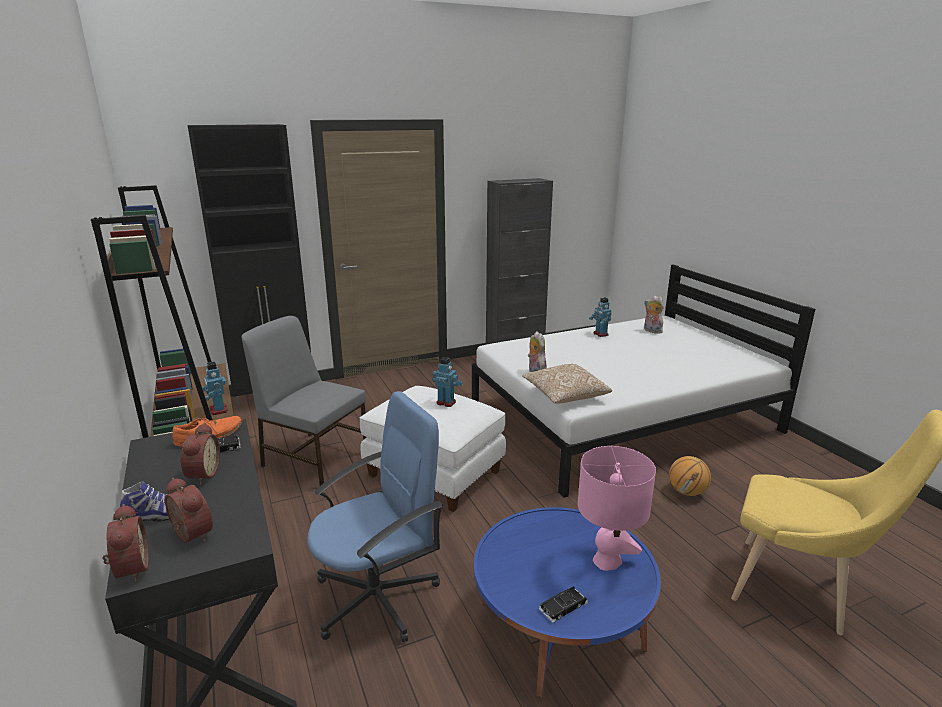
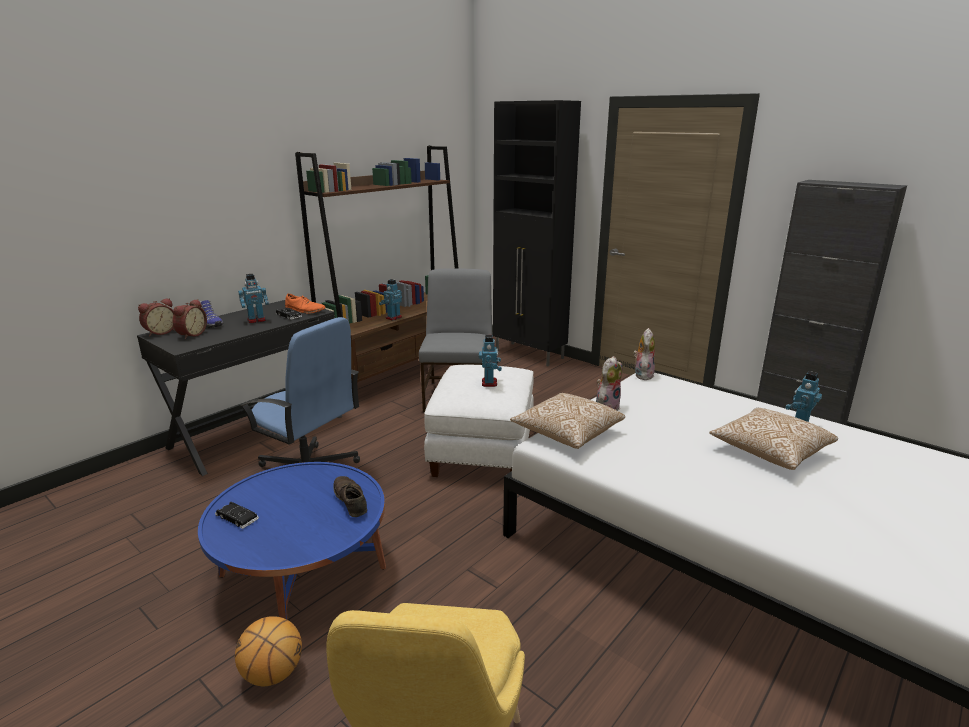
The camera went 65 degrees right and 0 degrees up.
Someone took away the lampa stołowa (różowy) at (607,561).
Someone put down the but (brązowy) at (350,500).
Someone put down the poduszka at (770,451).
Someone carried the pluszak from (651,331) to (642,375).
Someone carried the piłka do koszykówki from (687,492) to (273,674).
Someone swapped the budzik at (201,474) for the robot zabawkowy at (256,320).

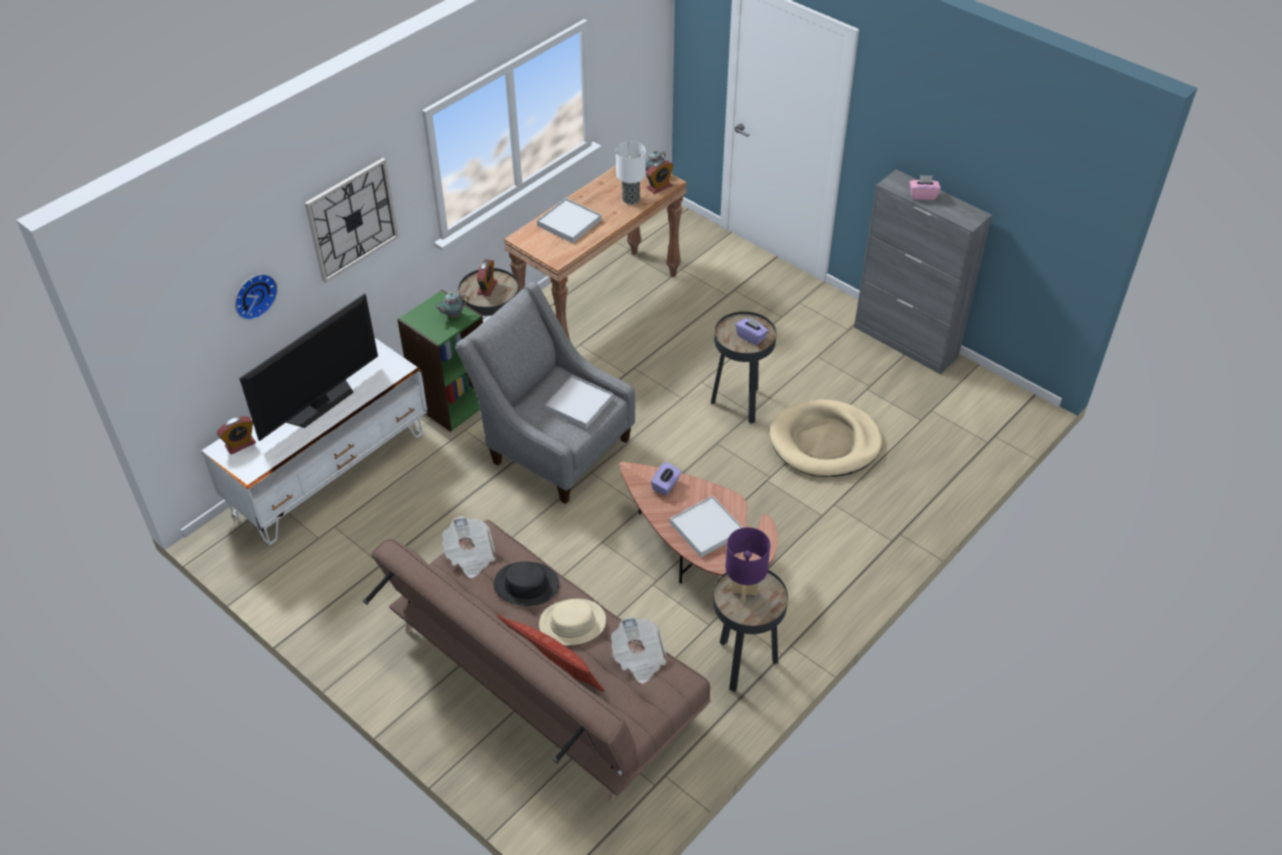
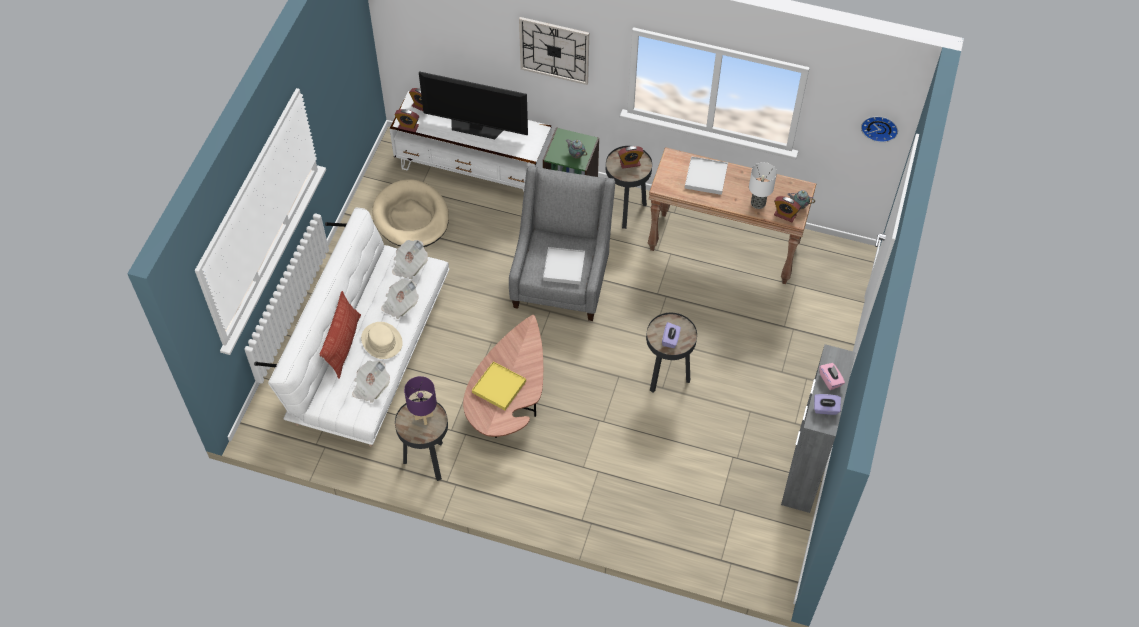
The camera went 65 degrees right and 10 degrees up.
Someone put down the budzik at (408,127).
Someone carried the zegar ścienny from (253,295) to (880,127).
Someone carried the pudełko chusteczek (fioletowy) from (666,485) to (825,409).
Someone carried the legowisko (beżowy) from (825,442) to (411,217).
Someone swapped the kapelusz (czarny) at (526,585) for the gazeta at (400,304).
Someone repainted the kanapa (brązowy) at (544,676), which became the kanapa (biały) at (369,354).
Someone repainted the taca (biały) at (706,528), which became the taca (żółty) at (499,387).

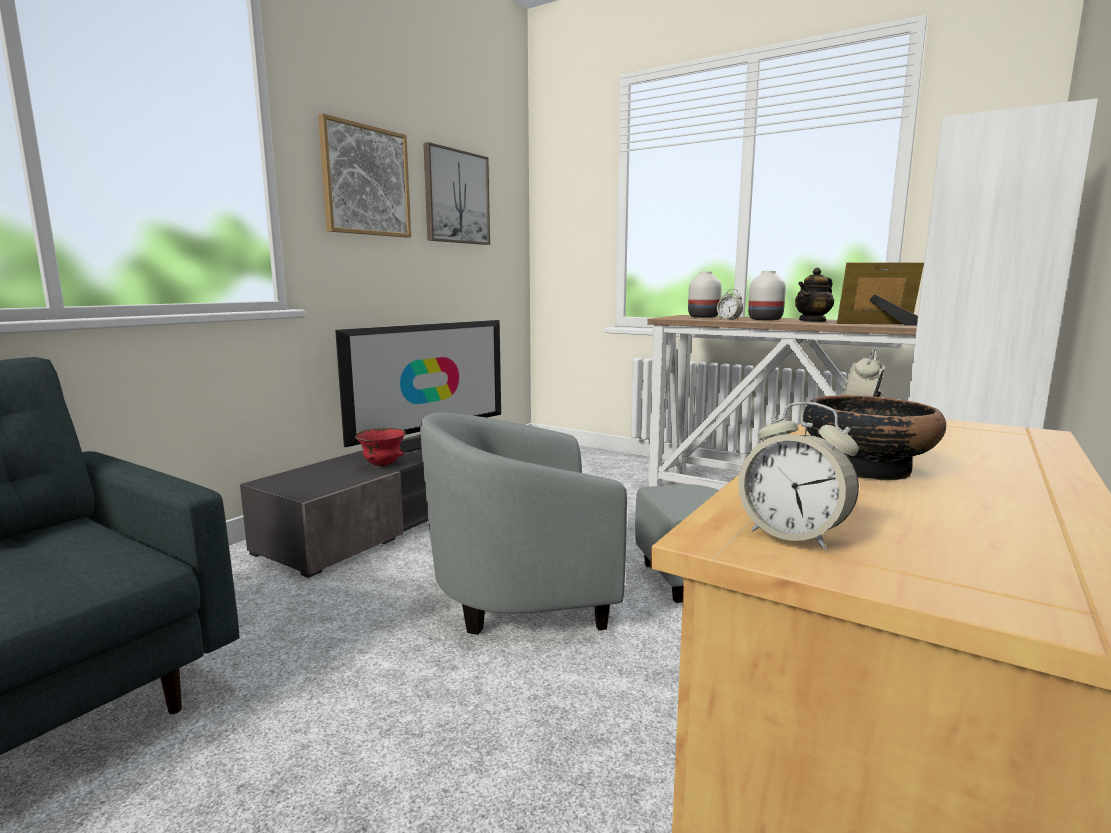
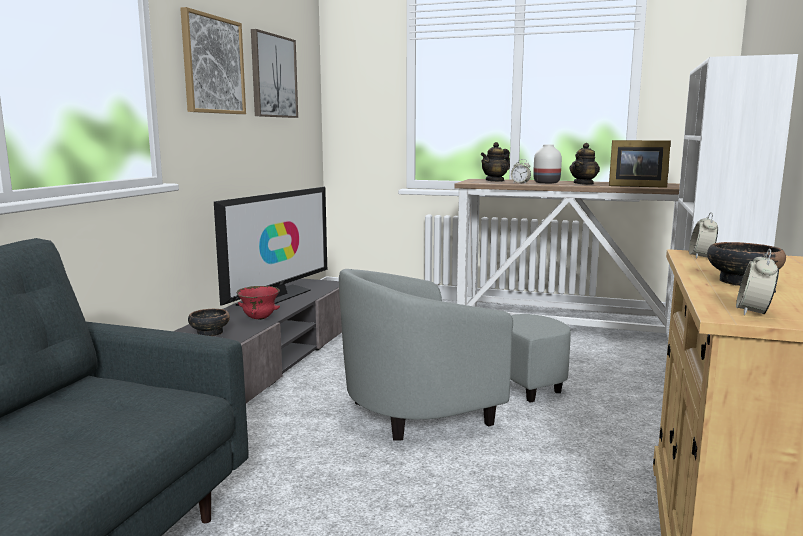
The camera went 15 degrees left and 0 degrees up.
Someone put down the miska at (209,333).
Someone swapped the wazon (biały) at (704,317) for the imbryk at (495,181).
Someone rotated the budzik at (793,535) by 90 degrees clockwise.
Someone rotated the ramka na zdjęcie at (880,324) by 150 degrees counterclockwise.

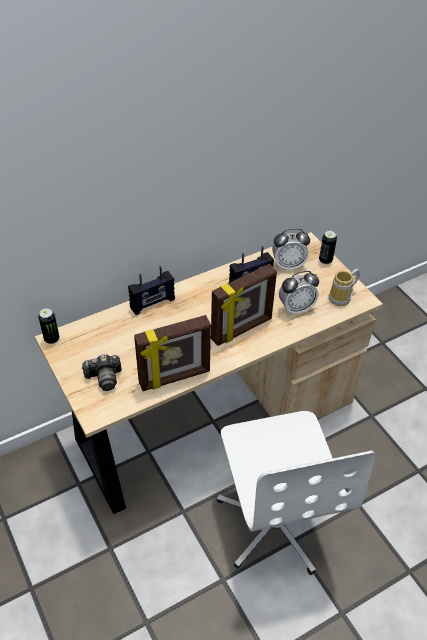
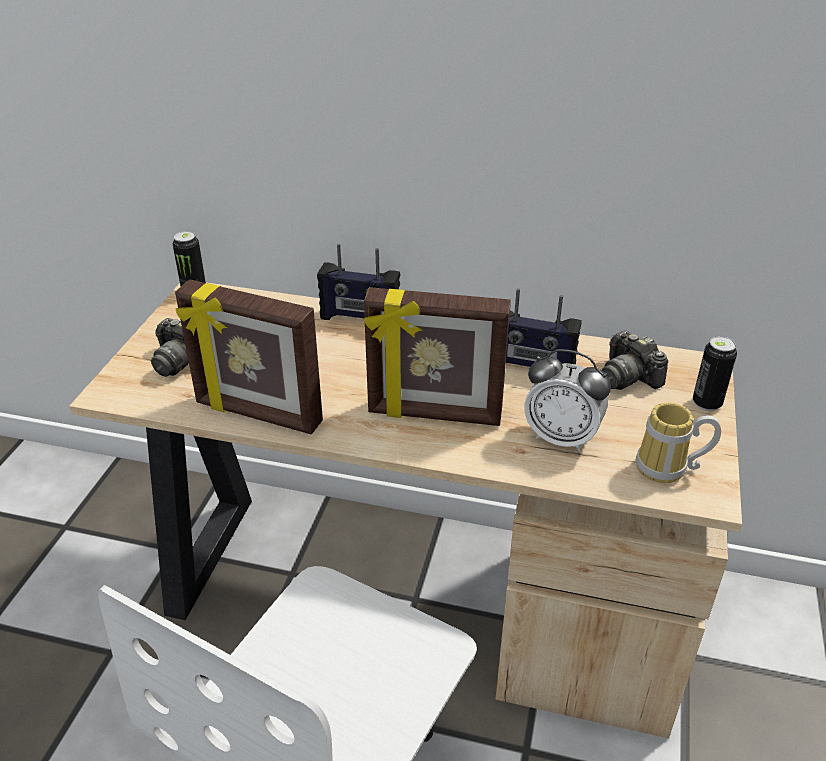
The camera went 45 degrees right and 10 degrees down.
Someone swapped the budzik at (288,265) for the aparat fotograficzny at (628,377).

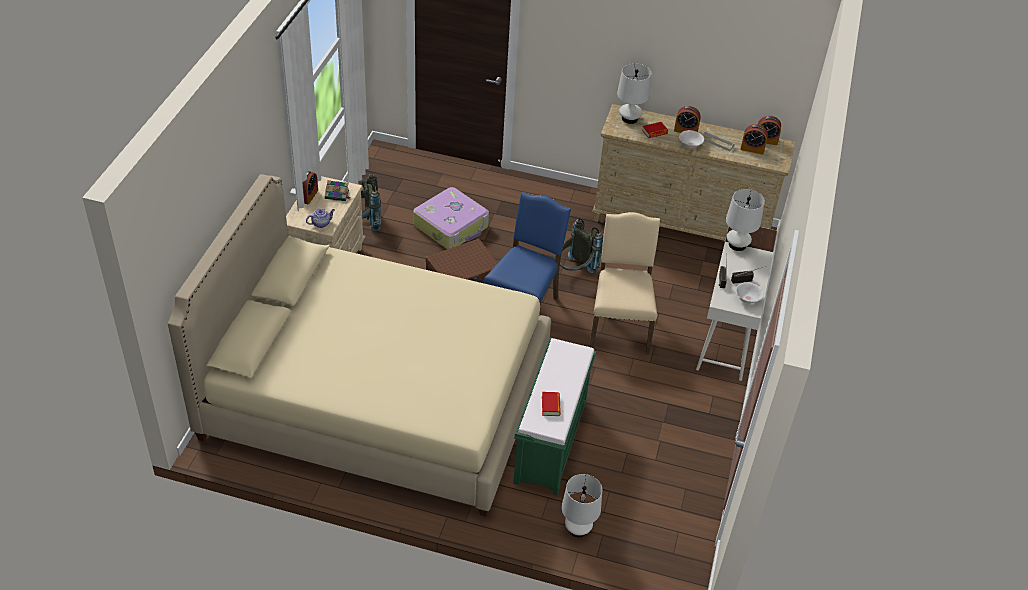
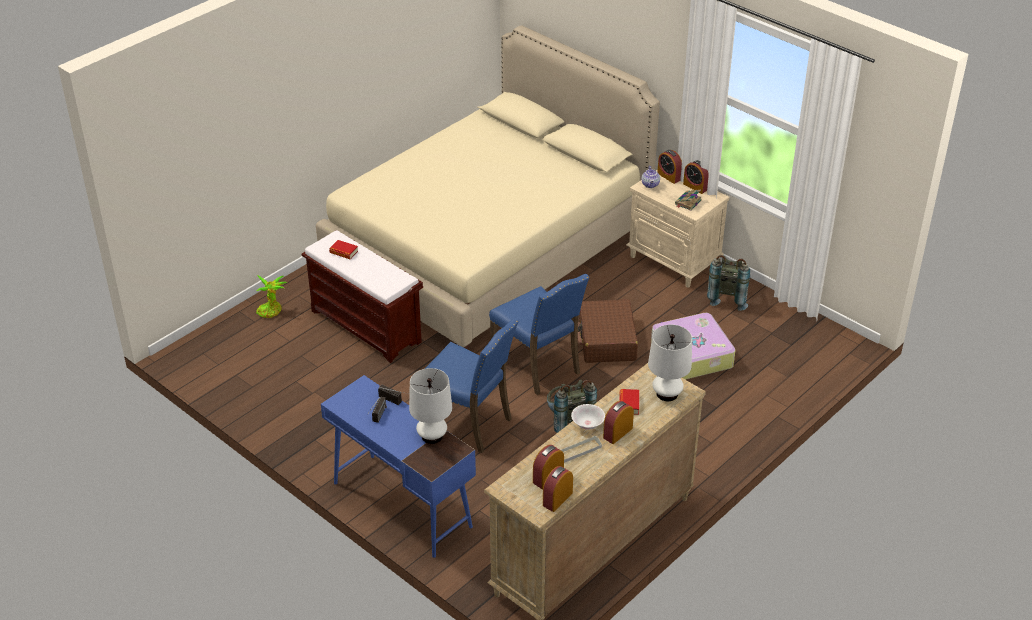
The camera went 120 degrees right and 5 degrees down.
Someone took away the miska (biały) at (747,299).
Someone put down the budzik at (669,176).
Someone swapped the lampa stołowa (biały) at (578,529) for the roślina doniczkowa at (271,310).
Someone repainted the ławka (zielony) at (550,441), which became the ławka (brązowy) at (367,326).
Someone repainted the krzesło (beżowy) at (619,327), which became the krzesło (niebieski) at (467,423).
Someone repainted the biurko (biały) at (727,333), which became the biurko (niebieski) at (401,504).

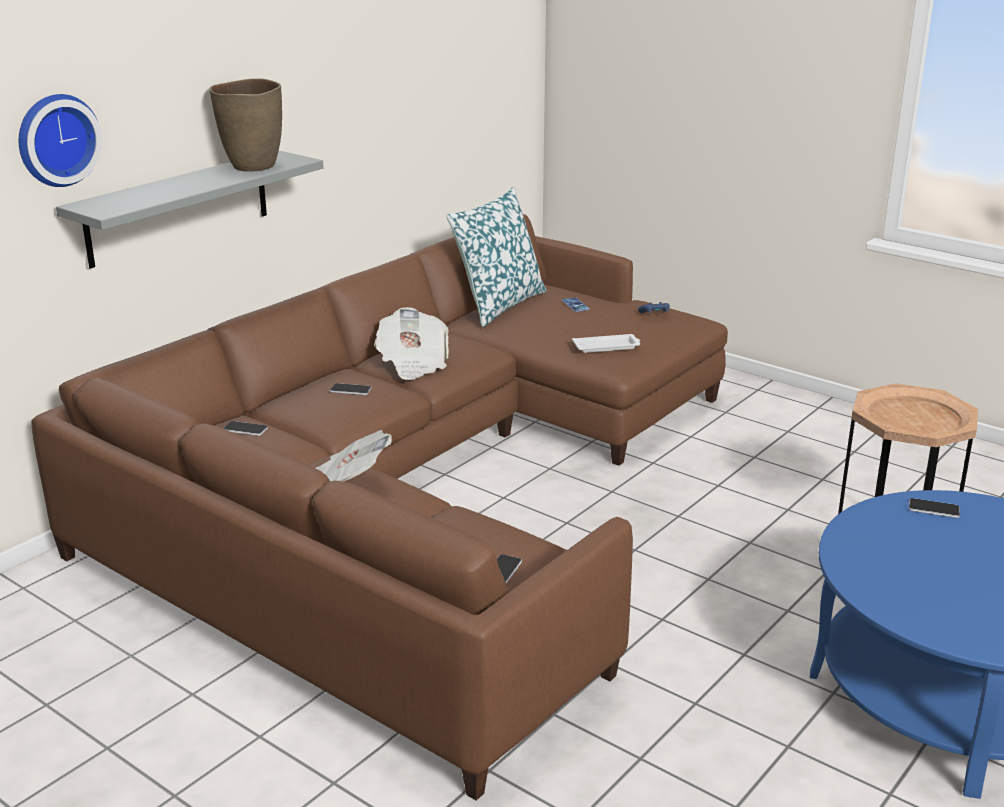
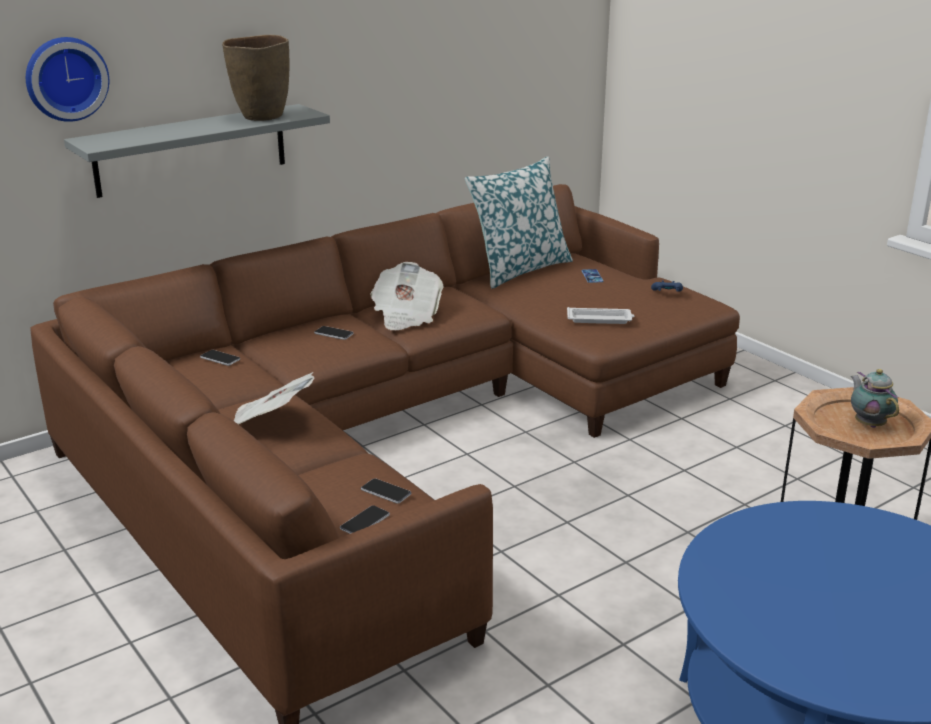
The camera went 15 degrees right and 0 degrees up.
Someone put down the imbryk at (868,424).
Someone carried the telefon from (933,509) to (386,492).

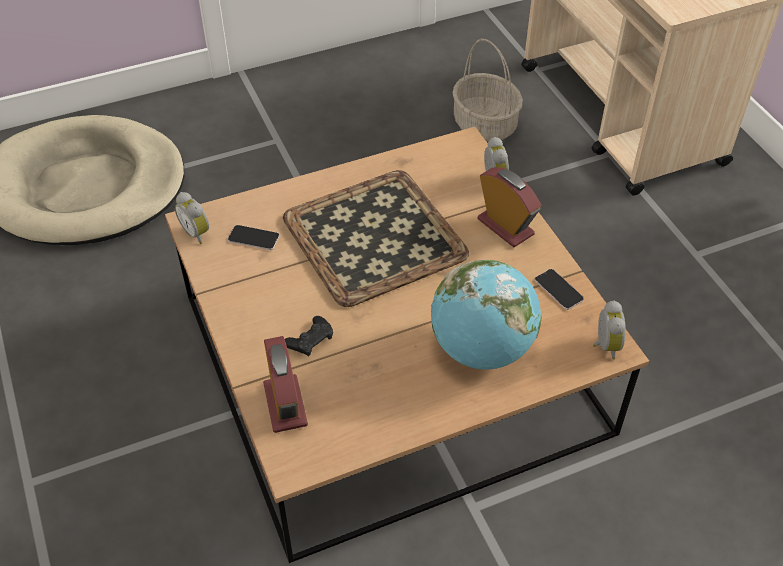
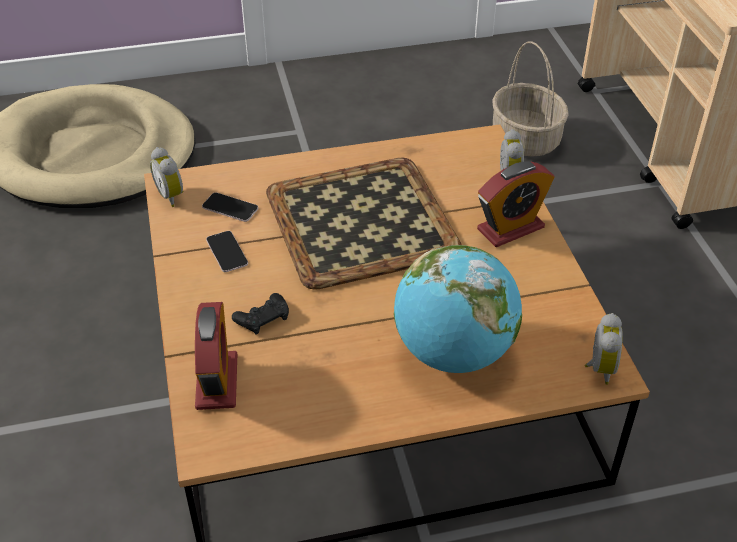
The camera went 10 degrees right and 5 degrees down.
Someone carried the telefon from (558,289) to (227,252).
Someone rotated the budzik at (505,227) by 90 degrees clockwise.

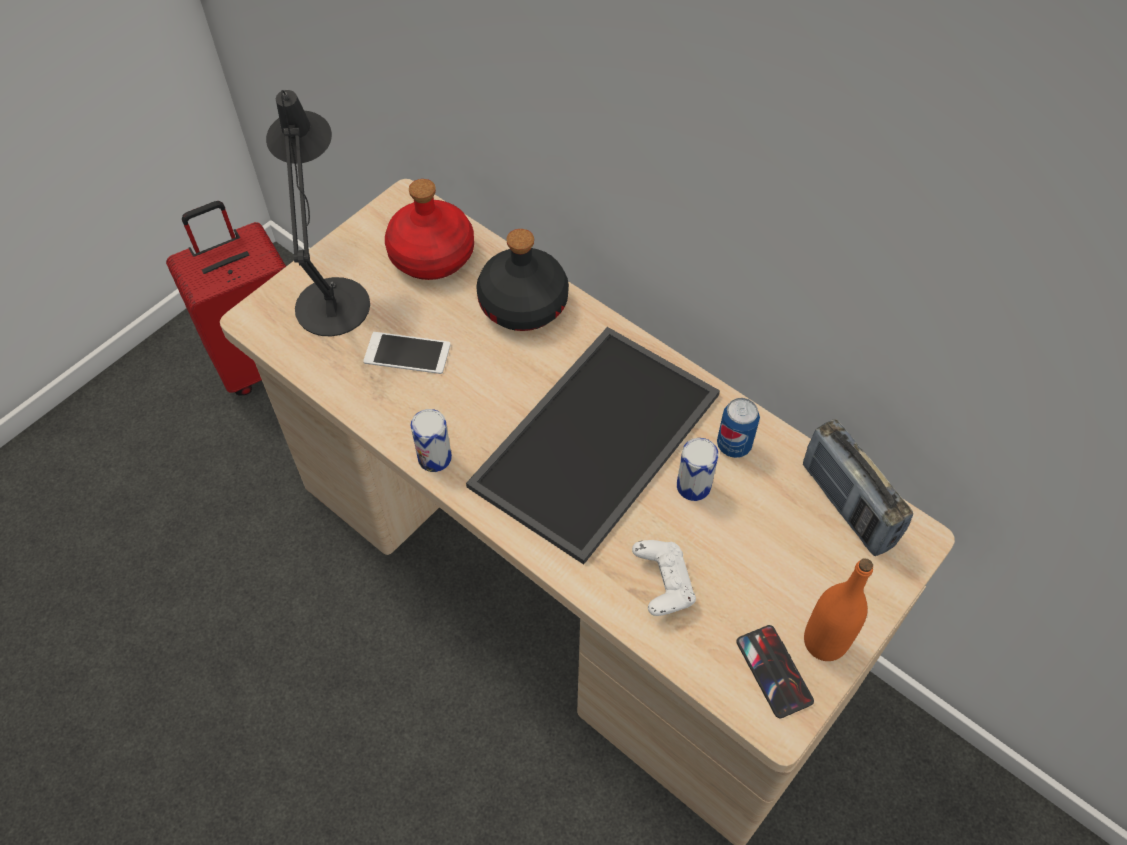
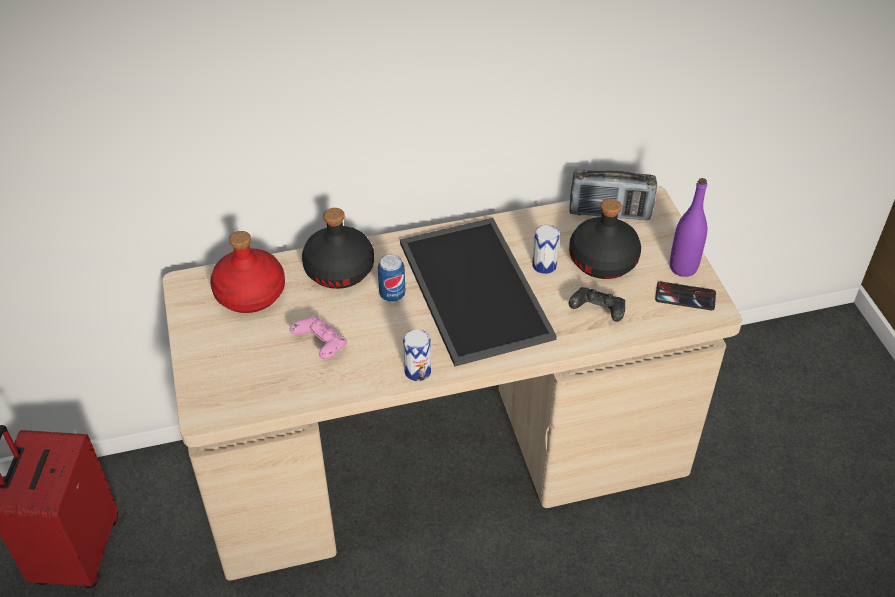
The camera went 55 degrees left and 10 degrees down.
Someone took away the lampa stołowa (czarny) at (333,297).
Someone put down the butelka (czarny) at (603,260).
Someone carried the puszka from (733,445) to (392,294).
Someone swapped the telefon at (407,353) for the pad do gier (różowy) at (320,345).
Someone repainted the pad do gier (biały) at (663,584), which became the pad do gier (czarny) at (597,312).
Someone repainted the butelka (pomarańczowy) at (824,642), which became the butelka (fioletowy) at (683,267).

